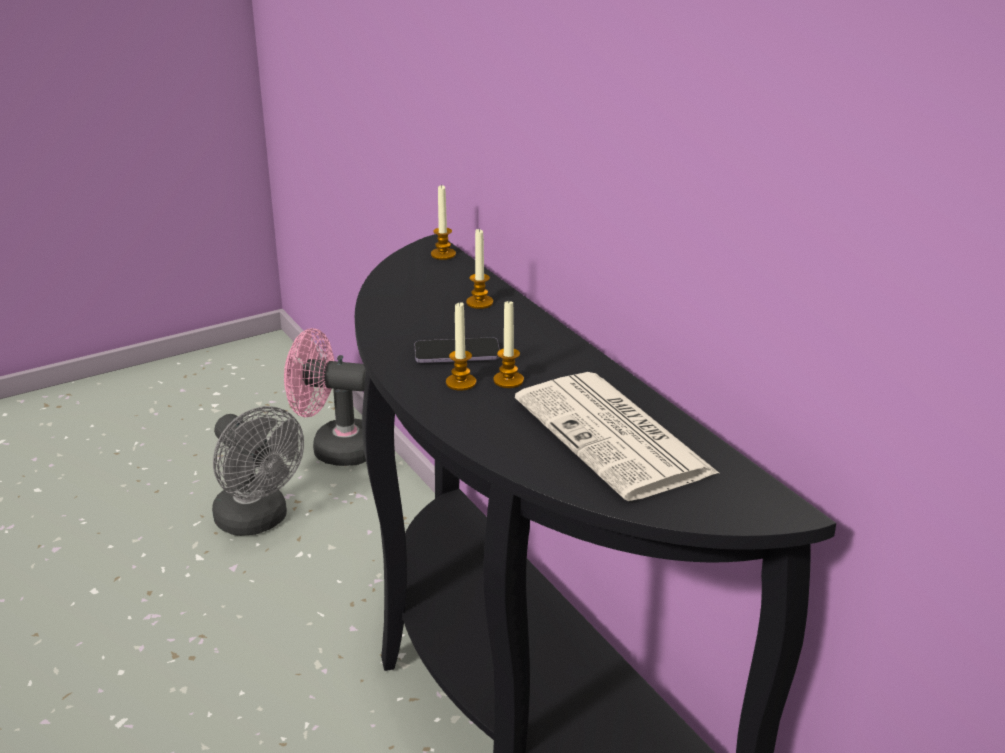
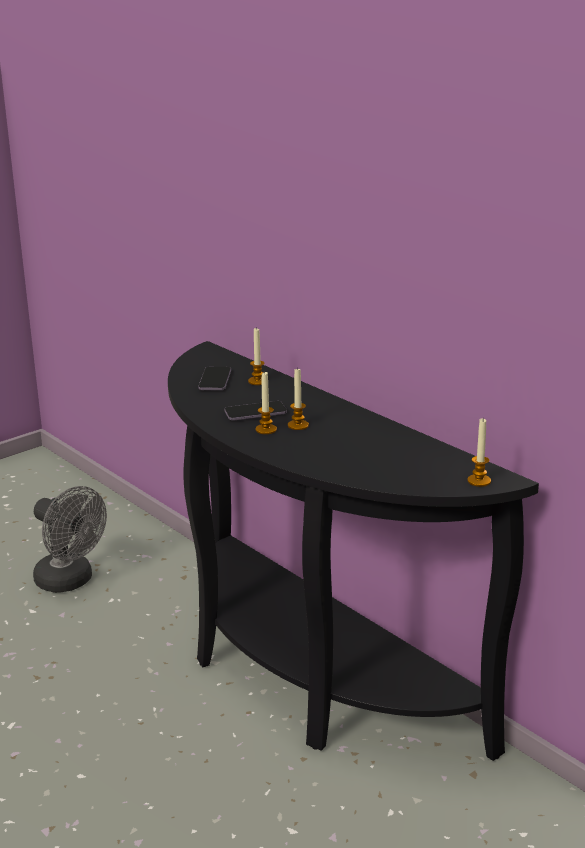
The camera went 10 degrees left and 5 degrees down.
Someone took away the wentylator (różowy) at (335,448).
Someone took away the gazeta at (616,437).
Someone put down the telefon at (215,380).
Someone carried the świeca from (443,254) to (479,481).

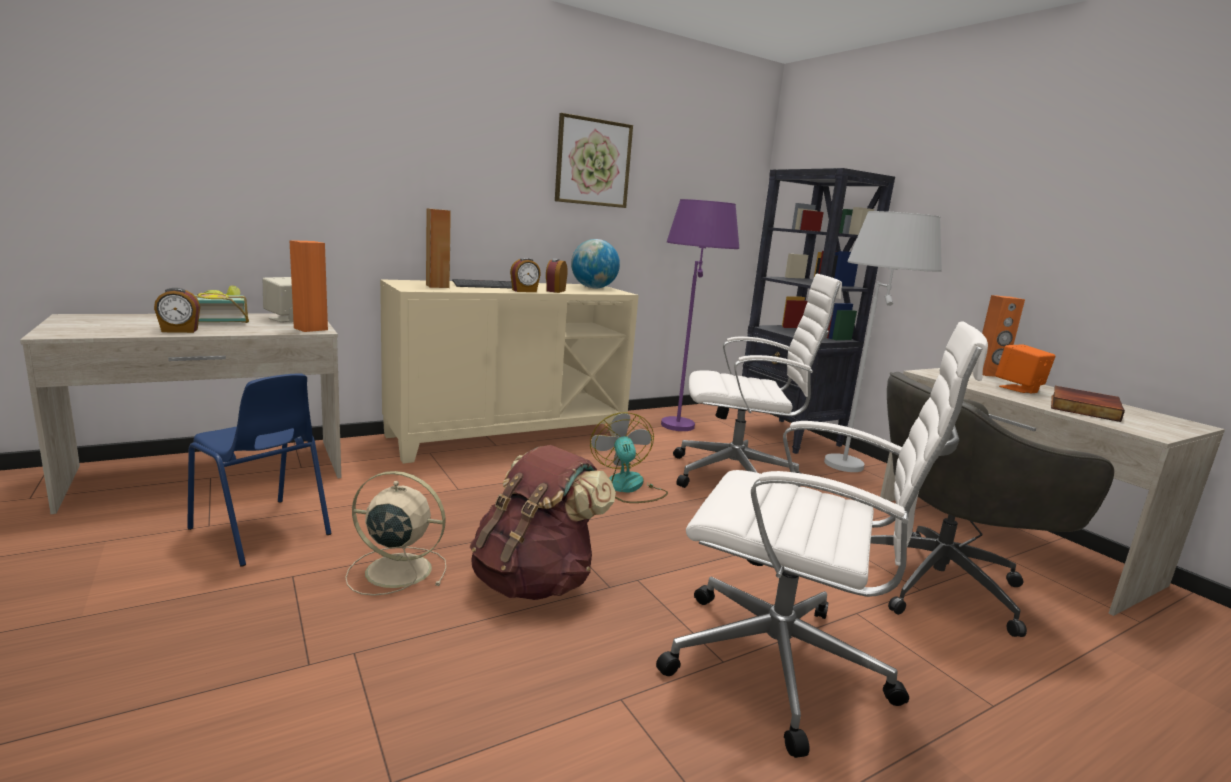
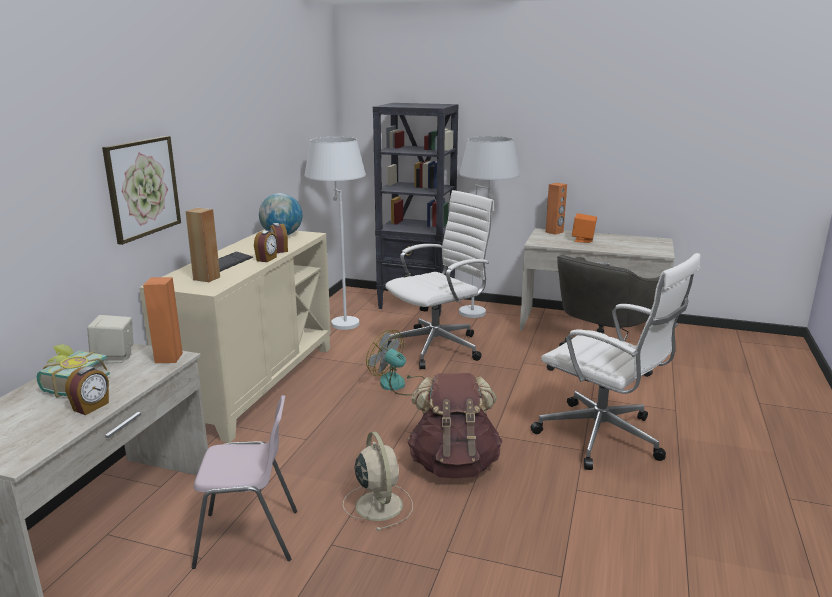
The camera went 40 degrees left and 5 degrees up.
Someone took away the książka at (1081,407).
Someone carried the obraz from (593,162) to (142,188).
Someone repainted the krzesło (niebieski) at (261,532), which became the krzesło (różowy) at (249,538).
Someone repainted the lampa stojąca (fioletowy) at (682,420), which became the lampa stojąca (biały) at (341,319).
Someone rotated the wentylator (beżowy) at (395,570) by 105 degrees clockwise.
Someone rotated the krzesło biurowe (biały) at (783,666) by 60 degrees clockwise.

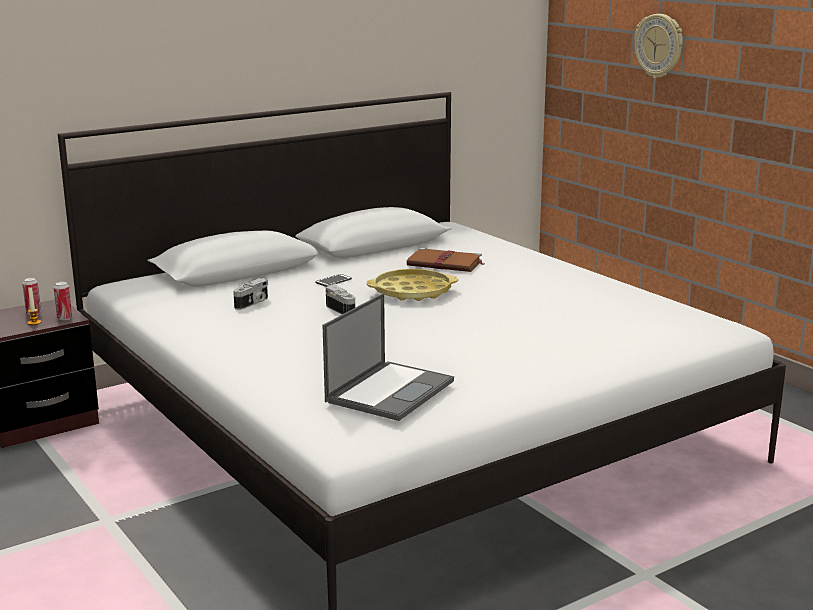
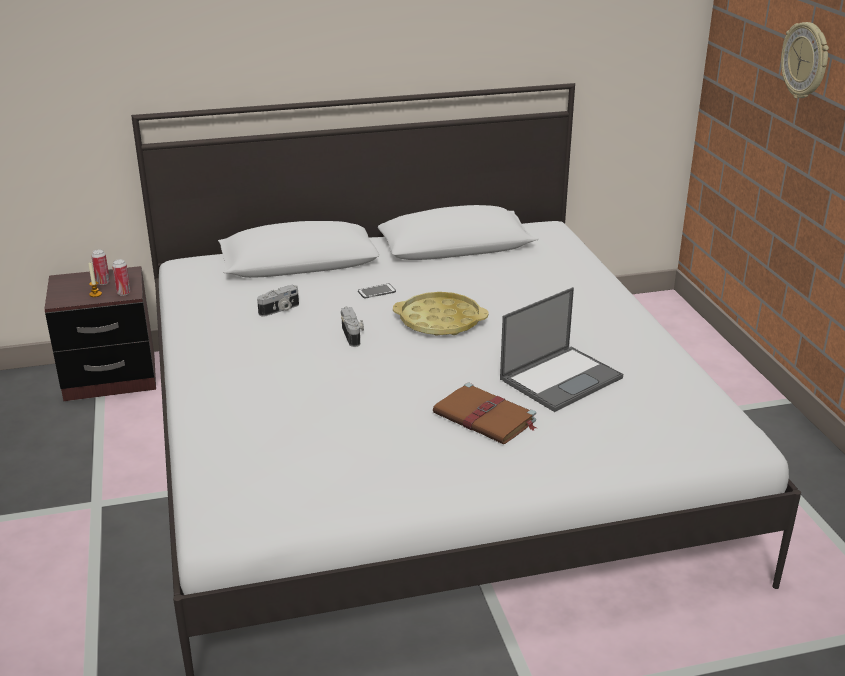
The camera went 20 degrees right and 10 degrees up.
Someone carried the laptop from (390,390) to (561,378).
Someone carried the książka (brązowy) from (446,264) to (486,418).

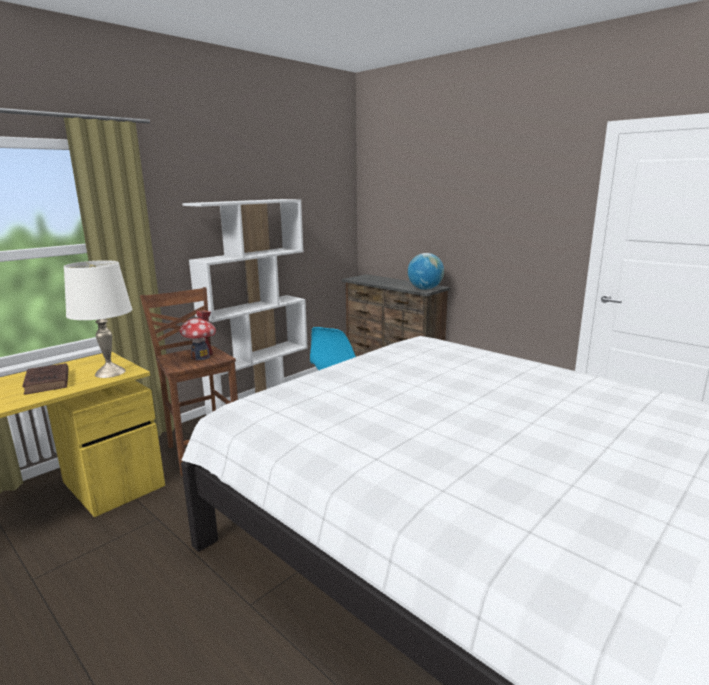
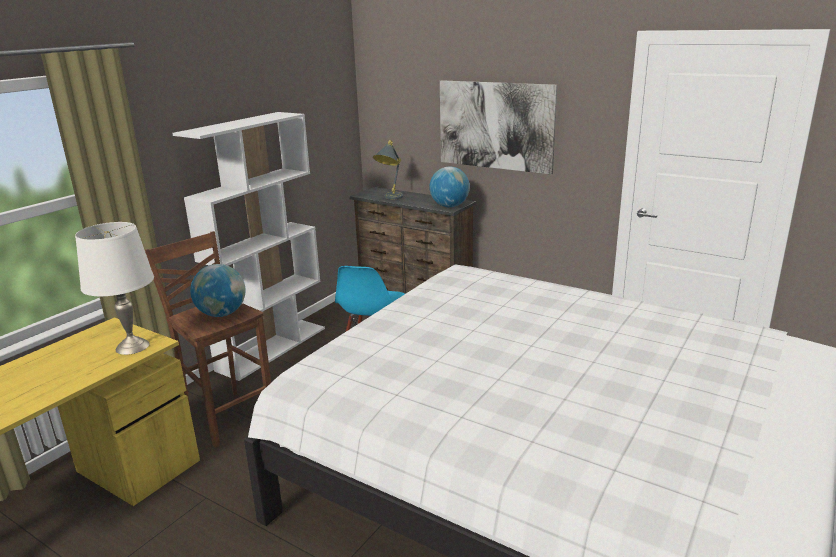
The camera went 10 degrees left and 5 degrees up.
Someone took away the książka (brązowy) at (47,382).
Someone put down the lampa stołowa (szary) at (390,198).
Someone put up the obraz at (495,125).
Someone swapped the domek at (200,357) for the globus at (222,314).

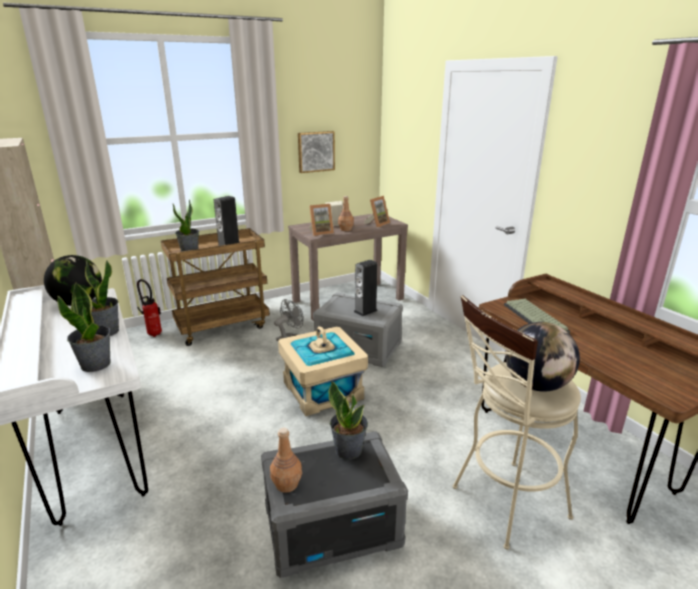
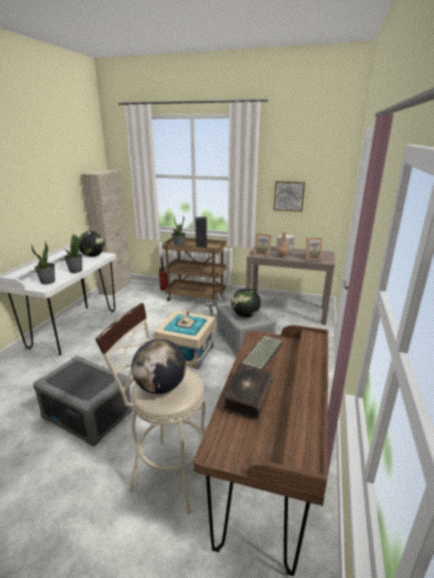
The camera went 45 degrees right and 0 degrees up.
Someone took away the butelka (brązowy) at (286,484).
Someone took away the roślina doniczkowa at (348,450).
Someone put down the książka at (246,396).
Someone swapped the głośnik at (365,311) for the globus at (245,315).

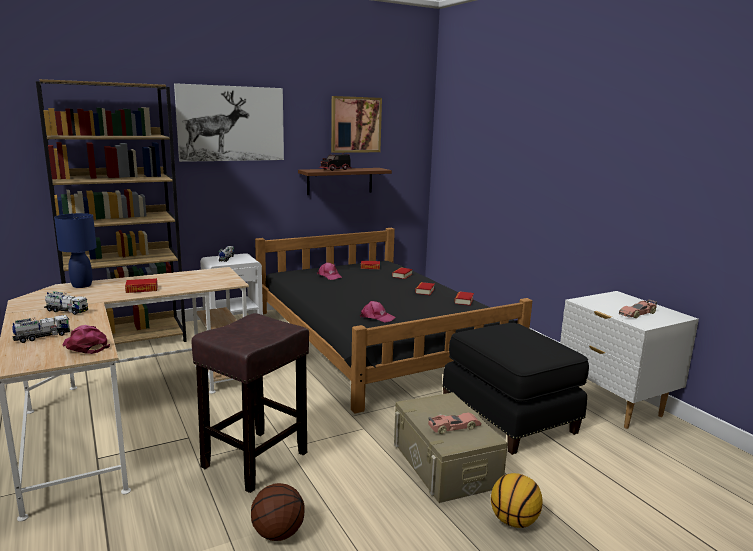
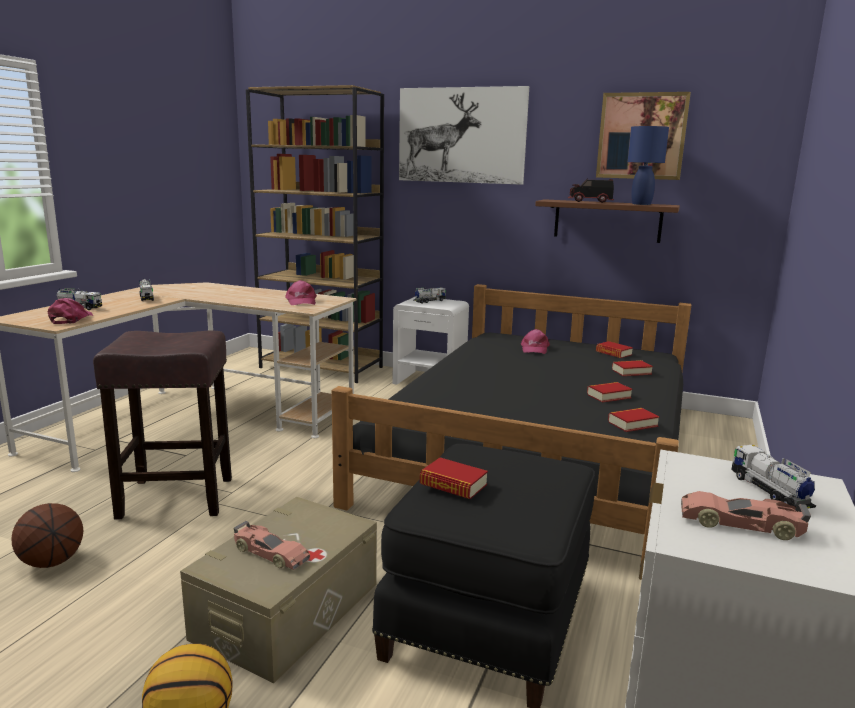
The camera went 50 degrees right and 0 degrees up.
Someone put down the ciężarówka zabawkowa at (769,491).
Someone carried the lampa stołowa (niebieski) from (82,285) to (641,204).
Someone carried the książka from (142,289) to (453,484).
Someone carried the czapka z daszkiem (różowy) from (376,317) to (301,301).

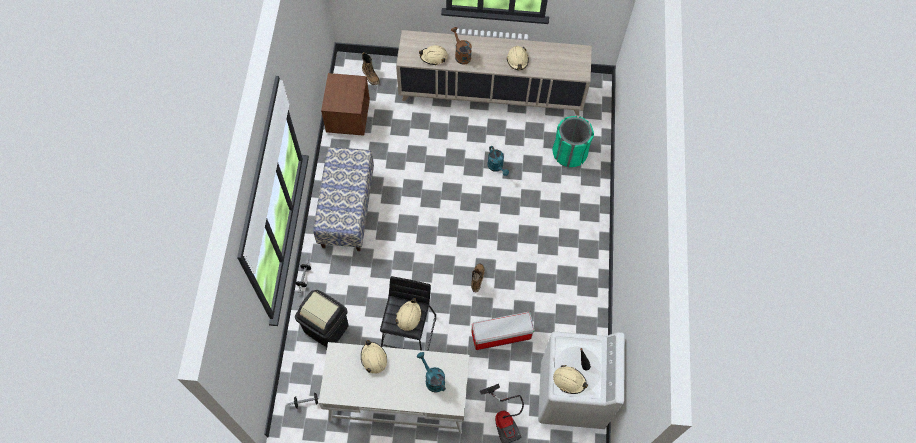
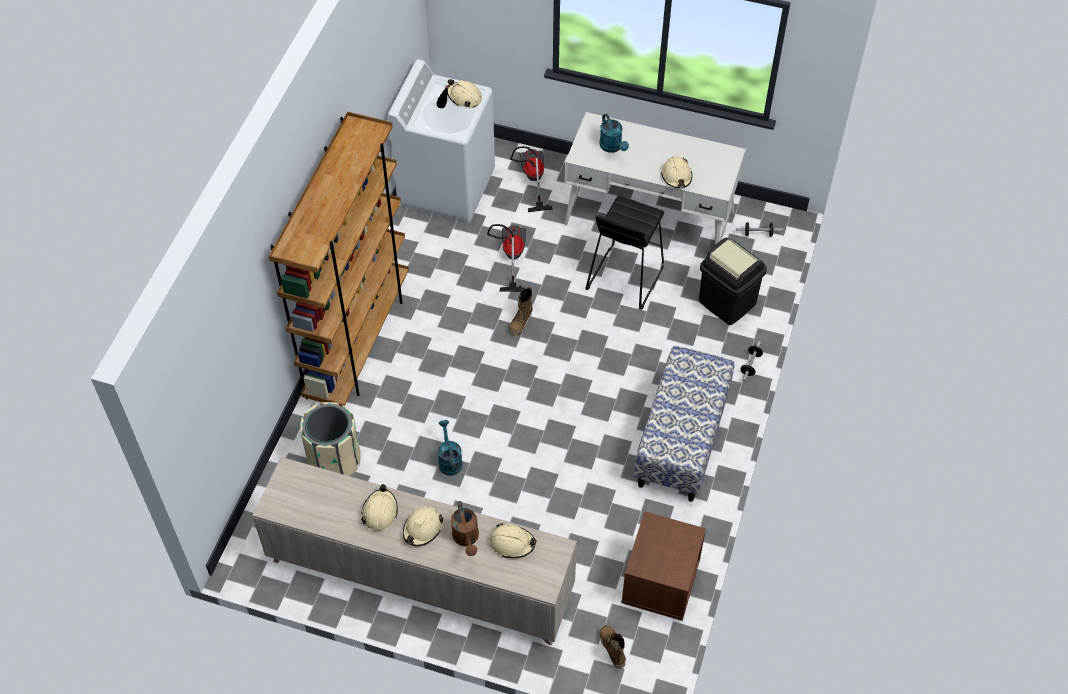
The camera went 165 degrees left and 10 degrees down.
Someone put down the regał (brązowy) at (358,341).
Someone carried the kask (beżowy) from (409,316) to (422,529).
Someone swapped the pojemnik do przechowywania at (500,336) for the odkurzacz at (510,257).
Someone repainted the kosz na śmieci (zielony) at (569,153), which became the kosz na śmieci (beżowy) at (334,460).

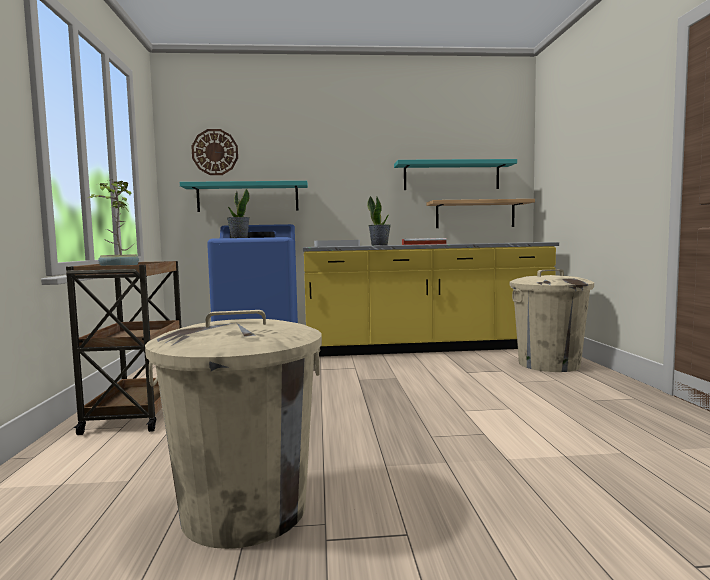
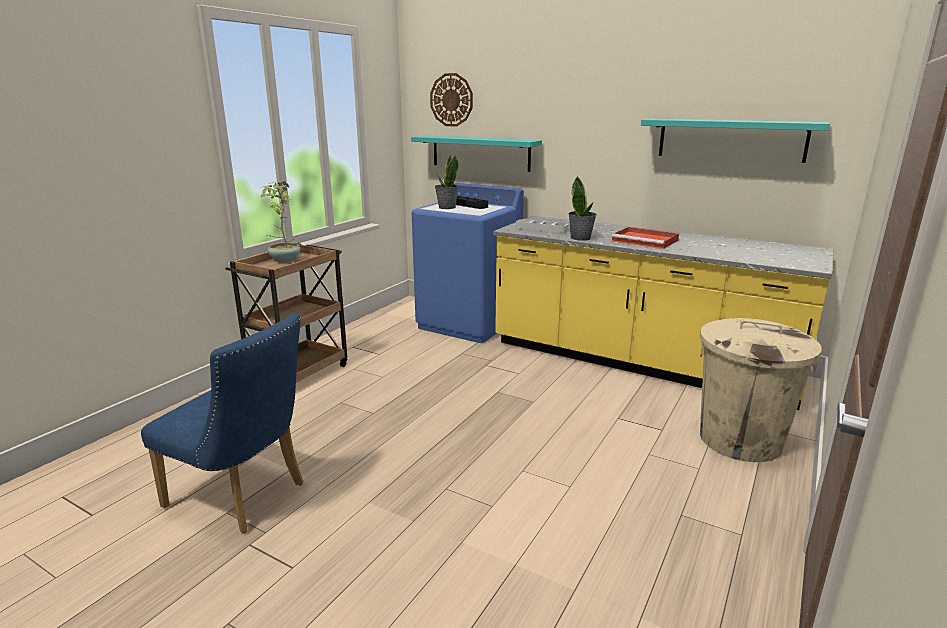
The camera went 35 degrees right and 15 degrees up.
Someone took away the półka at (475,214).
Someone swapped the kosz na śmieci (beżowy) at (245,510) for the krzesło (niebieski) at (243,497).

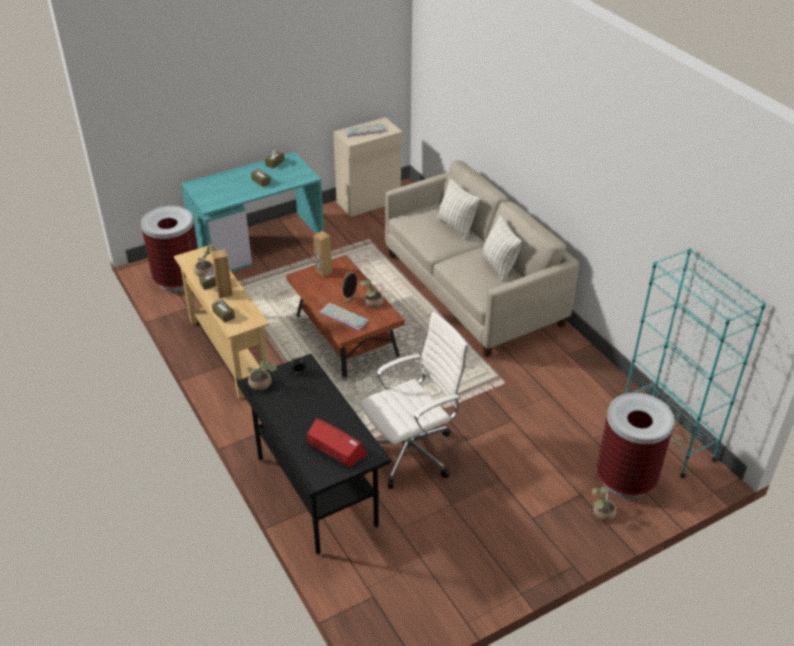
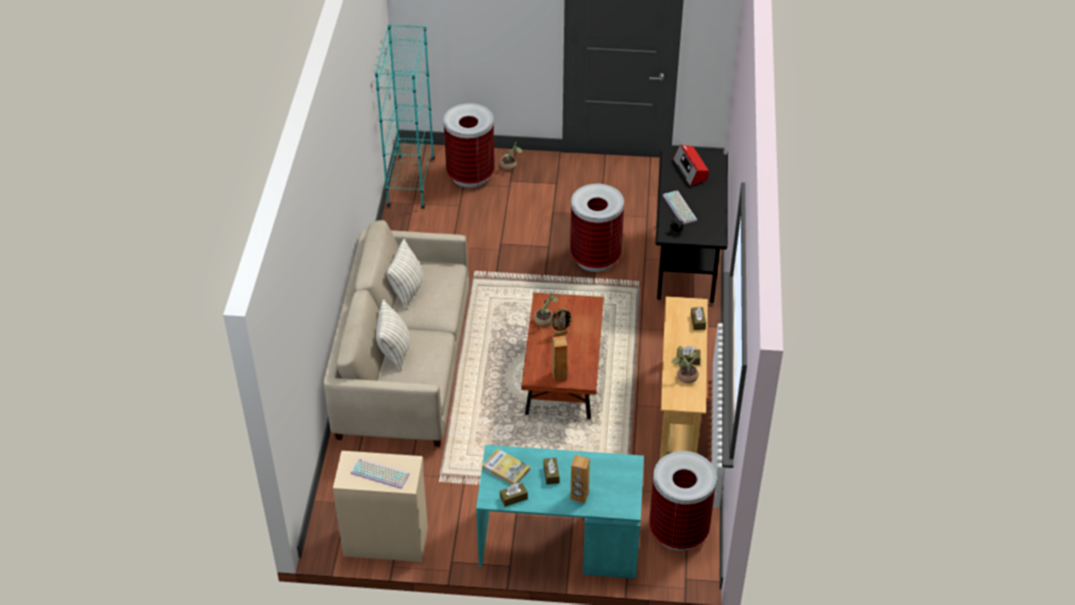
The camera went 145 degrees left and 5 degrees up.
Someone took away the roślina doniczkowa at (262,385).
Someone put down the książka at (506,469).
Someone carried the głośnik (brązowy) from (225,293) to (579,496).
Someone carried the klawiatura from (343,317) to (680,208).
Someone swapped the krzesło biurowe (biały) at (412,451) for the kosz na śmieci at (595,257).

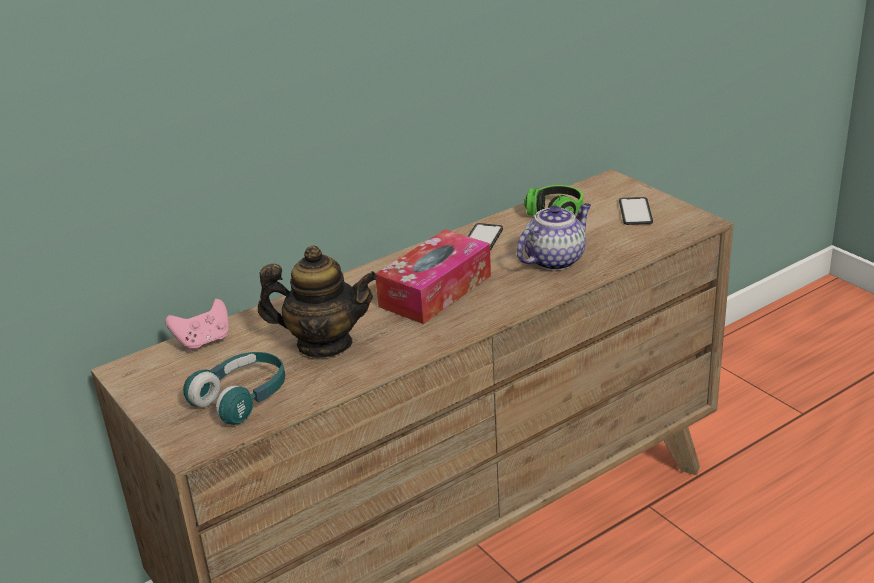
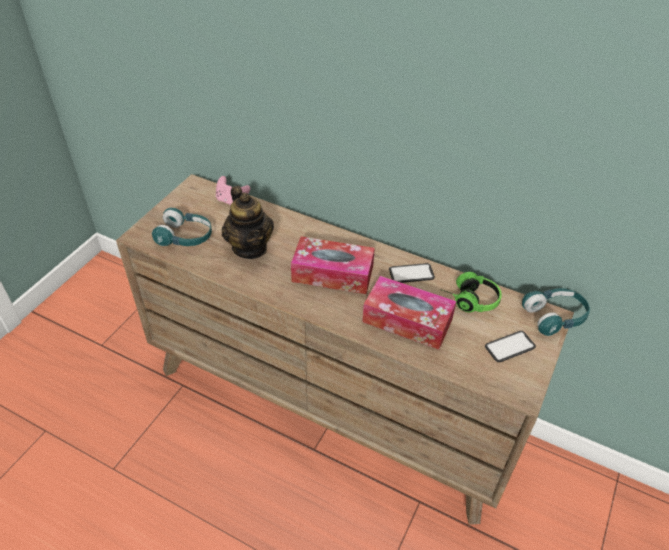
The camera went 60 degrees right and 15 degrees up.
Someone put down the słuchawki (turkusowy) at (554,317).
Someone swapped the imbryk at (555,259) for the pudełko chusteczek at (407,320).

